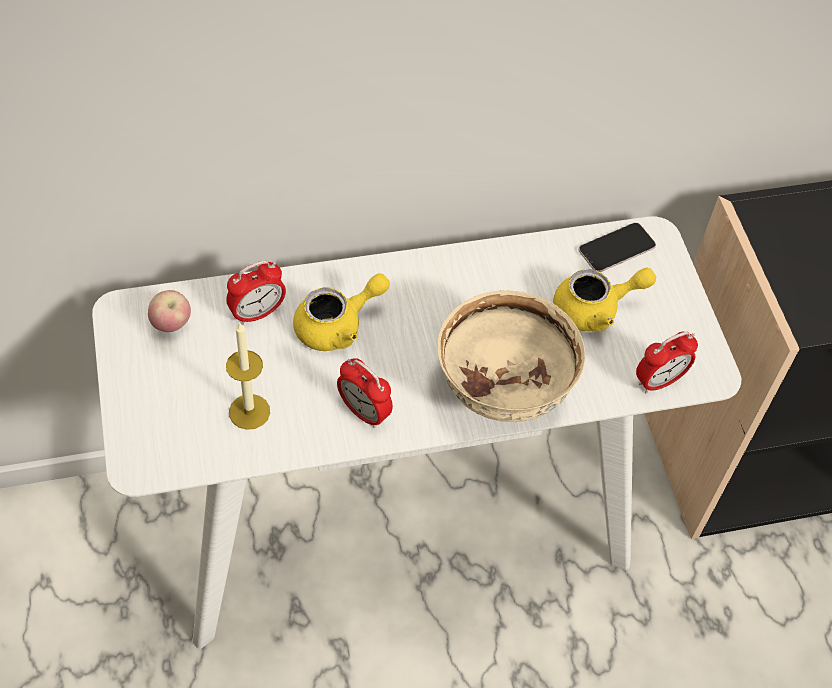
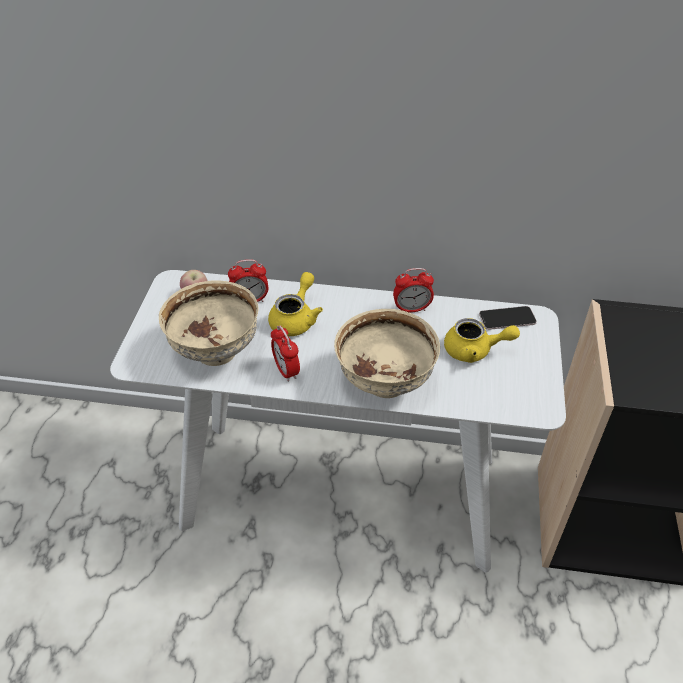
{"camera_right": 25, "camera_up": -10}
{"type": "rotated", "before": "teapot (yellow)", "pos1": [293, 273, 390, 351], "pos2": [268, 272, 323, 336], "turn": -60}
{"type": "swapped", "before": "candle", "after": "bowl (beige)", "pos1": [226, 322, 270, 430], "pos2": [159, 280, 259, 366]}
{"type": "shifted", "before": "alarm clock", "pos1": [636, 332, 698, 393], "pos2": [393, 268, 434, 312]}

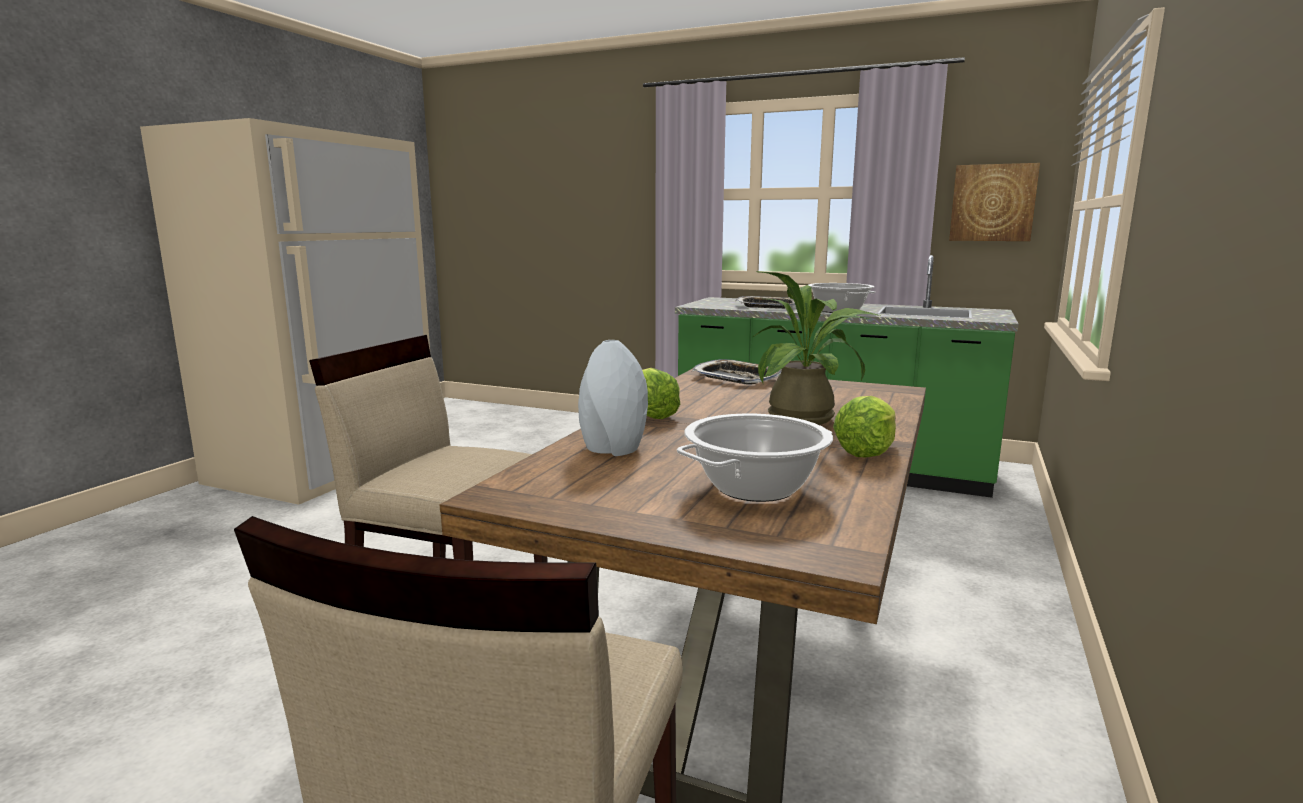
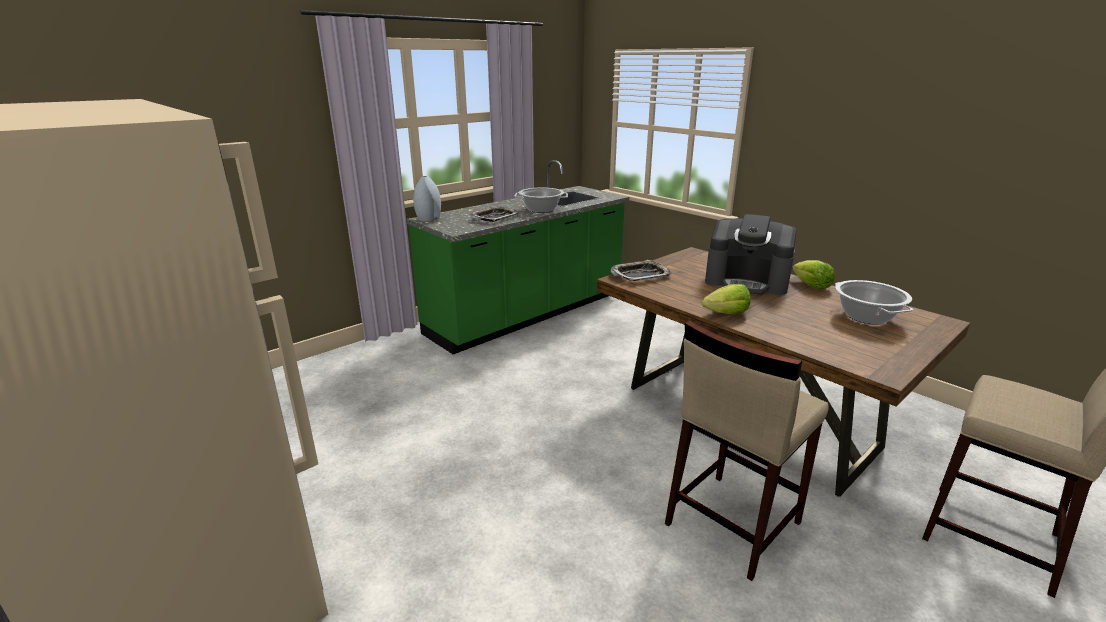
{"camera_right": -65, "camera_up": 10}
{"type": "gone", "before": "picture", "pos1": [949, 163, 1040, 241]}
{"type": "swapped", "before": "potted plant", "after": "coffee machine", "pos1": [753, 271, 880, 425], "pos2": [705, 214, 797, 295]}
{"type": "shifted", "before": "vase (grey)", "pos1": [578, 340, 648, 456], "pos2": [413, 176, 441, 221]}

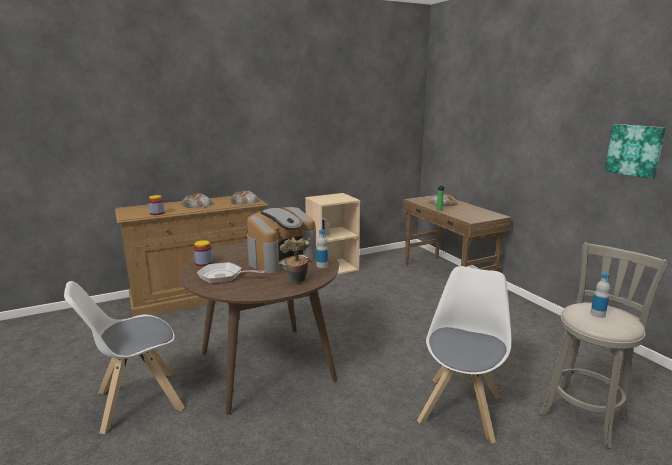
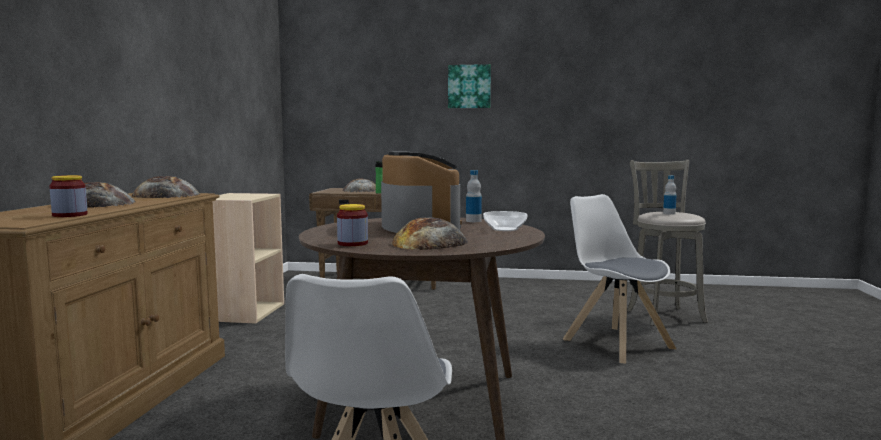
{"camera_right": -55, "camera_up": -10}
{"type": "shifted", "before": "picture", "pos1": [604, 124, 666, 179], "pos2": [448, 64, 491, 108]}
{"type": "swapped", "before": "potted plant", "after": "bowl", "pos1": [280, 237, 310, 283], "pos2": [483, 211, 528, 231]}
{"type": "swapped", "before": "frying pan", "after": "bread", "pos1": [197, 262, 266, 284], "pos2": [391, 217, 468, 250]}

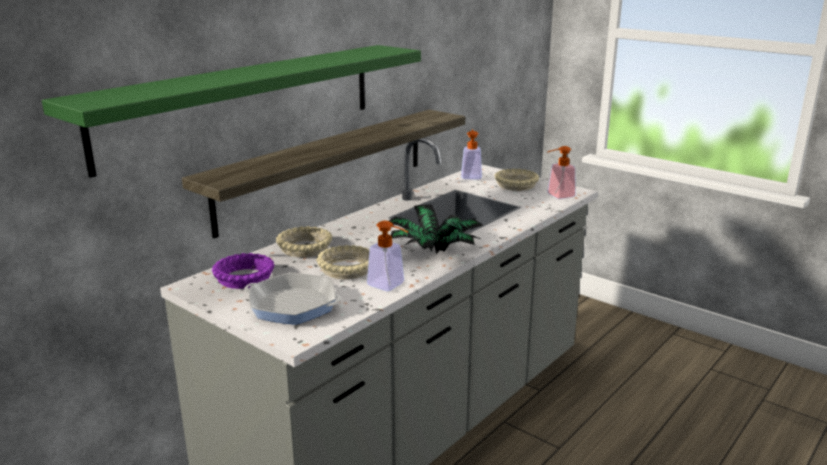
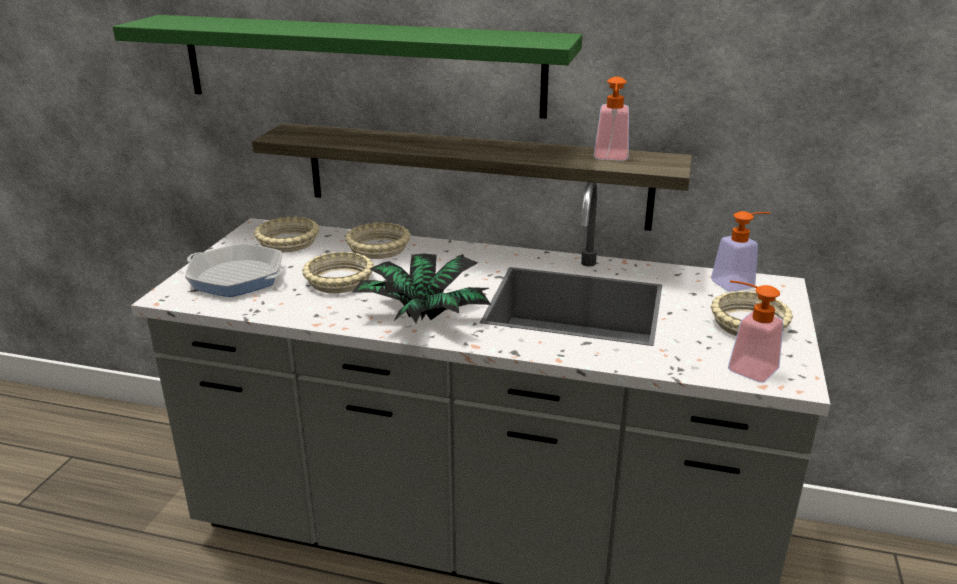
{"camera_right": 65, "camera_up": 5}
{"type": "shifted", "before": "soap dispenser", "pos1": [367, 221, 408, 291], "pos2": [594, 77, 629, 161]}
{"type": "repainted", "before": "bowl (purple)", "after": "bowl (beige)", "pos1": [212, 253, 274, 289], "pos2": [254, 217, 319, 252]}
{"type": "rotated", "before": "frying pan", "pos1": [244, 272, 342, 325], "pos2": [185, 243, 284, 297], "turn": -60}

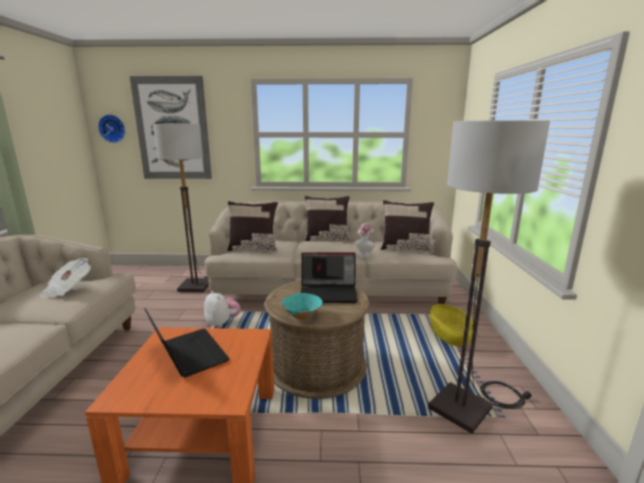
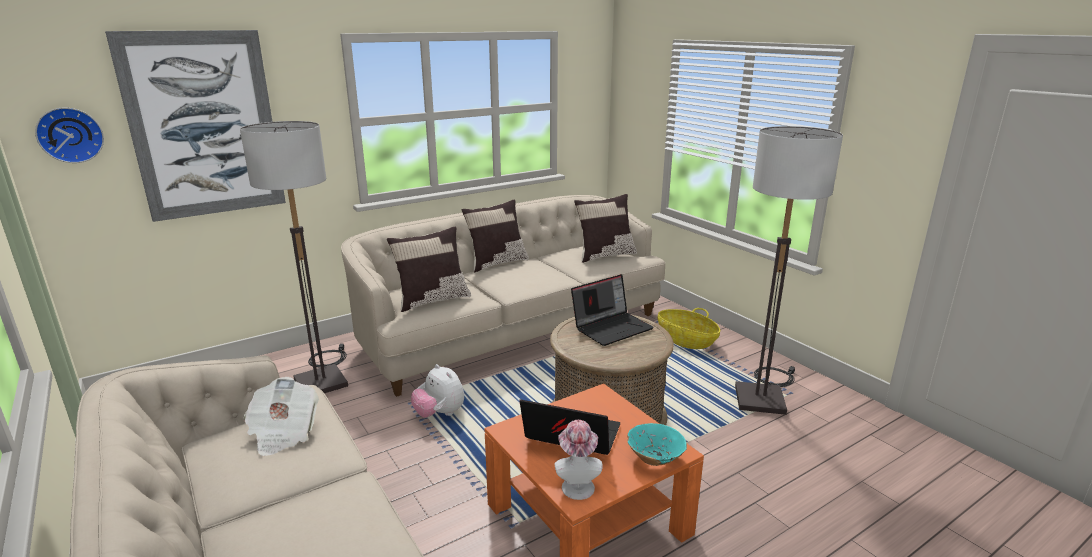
{"camera_right": -35, "camera_up": 5}
{"type": "shifted", "before": "hat", "pos1": [355, 223, 375, 258], "pos2": [555, 420, 603, 500]}
{"type": "rotated", "before": "plush toy", "pos1": [204, 290, 241, 328], "pos2": [411, 364, 464, 418], "turn": -150}
{"type": "shifted", "before": "bowl (turquoise)", "pos1": [282, 293, 323, 320], "pos2": [627, 423, 687, 466]}

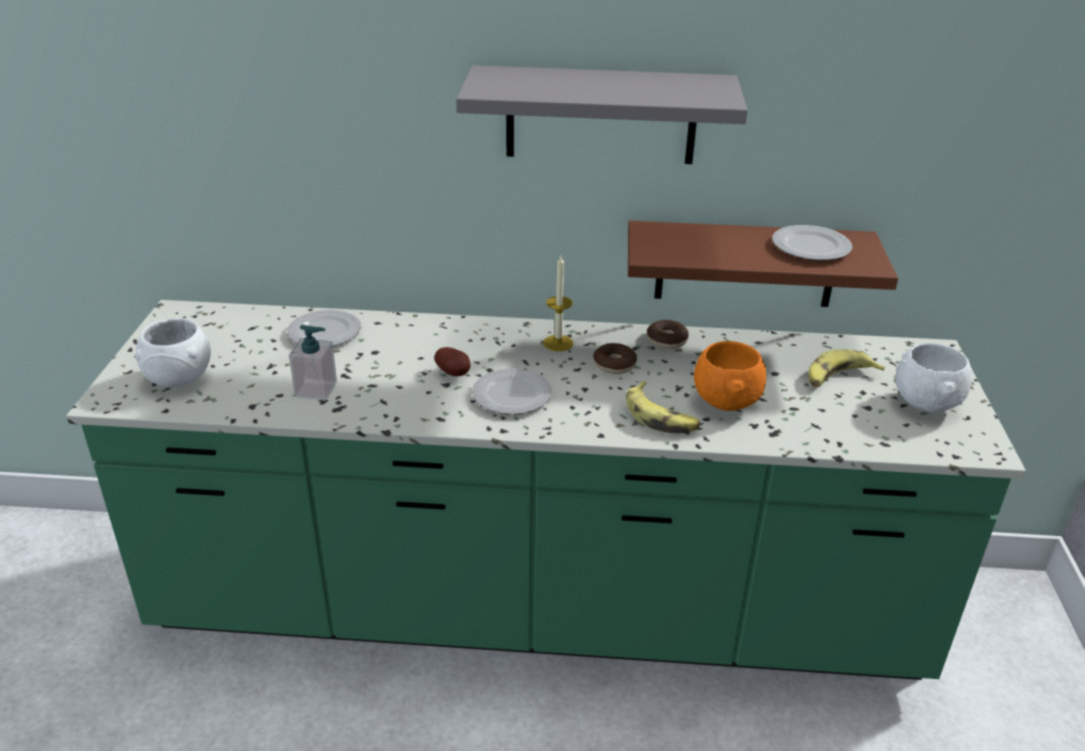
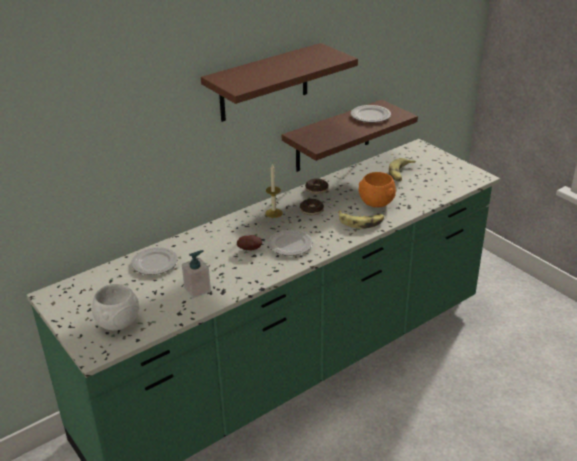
{"camera_right": -40, "camera_up": 0}
{"type": "repainted", "before": "shelf (grey)", "after": "shelf (brown)", "pos1": [456, 65, 748, 164], "pos2": [201, 43, 358, 122]}
{"type": "gone", "before": "bowl (white)", "pos1": [896, 343, 972, 413]}

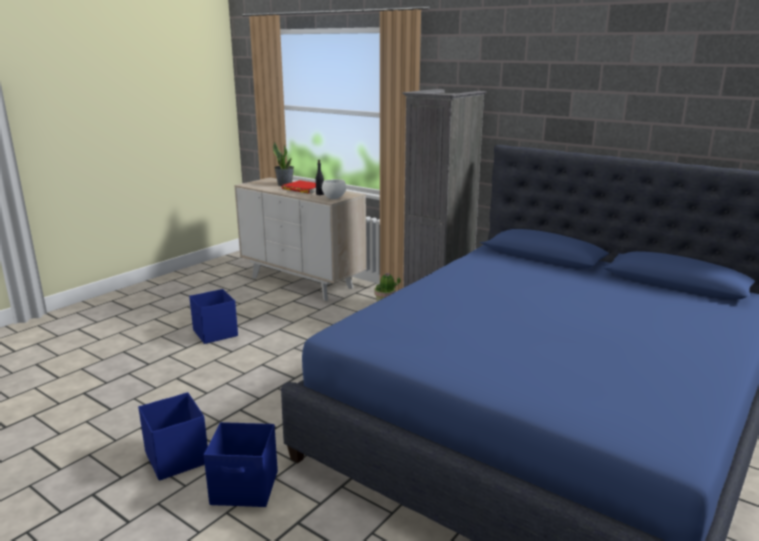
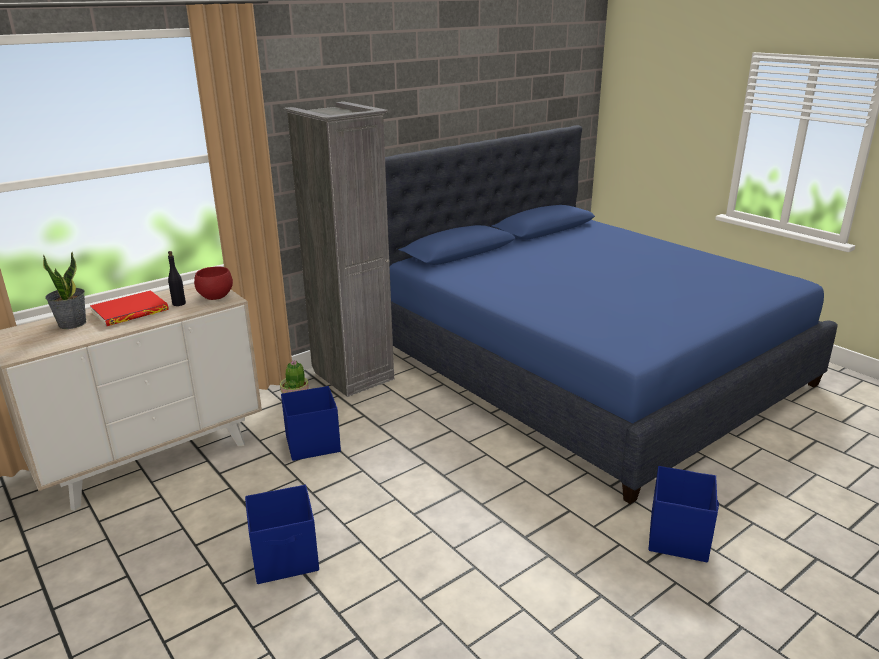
{"camera_right": -75, "camera_up": 5}
{"type": "repainted", "before": "bowl (white)", "after": "bowl (red)", "pos1": [322, 179, 346, 199], "pos2": [194, 267, 233, 300]}
{"type": "shifted", "before": "storage box (blue)", "pos1": [138, 392, 208, 481], "pos2": [281, 386, 341, 461]}

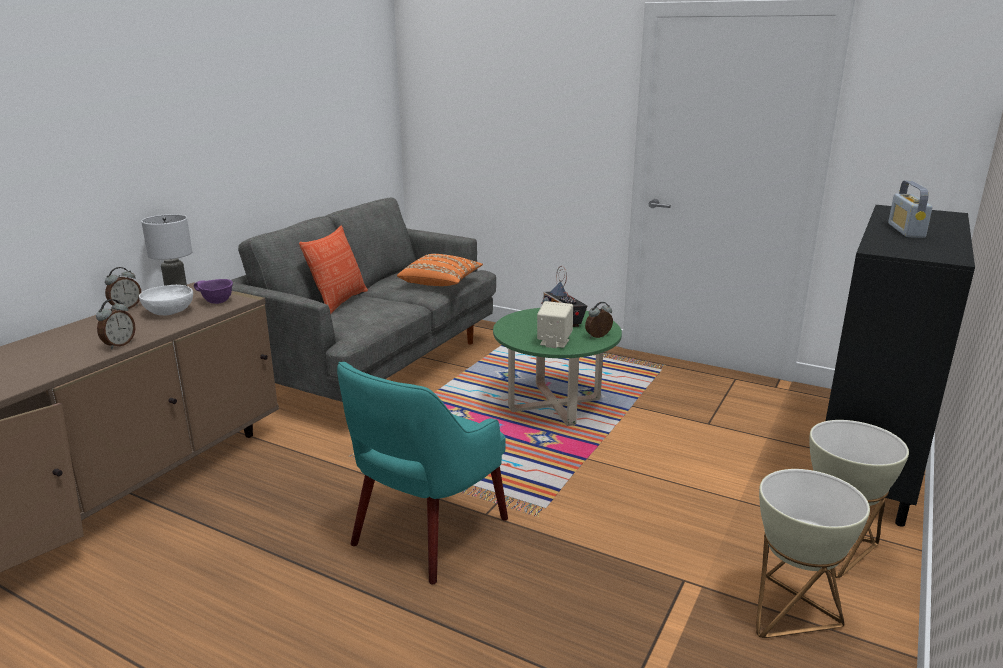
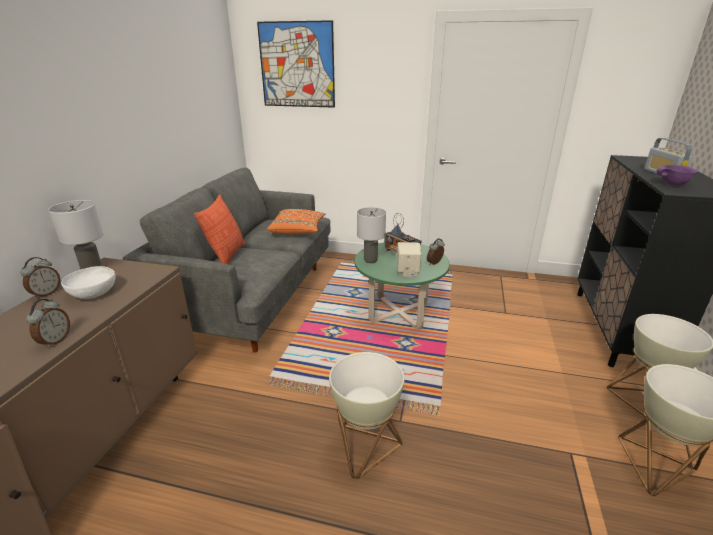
{"camera_right": -15, "camera_up": 5}
{"type": "shifted", "before": "bowl (purple)", "pos1": [194, 279, 233, 304], "pos2": [656, 165, 698, 186]}
{"type": "swapped", "before": "armchair (turquoise)", "after": "planter", "pos1": [337, 362, 508, 584], "pos2": [329, 352, 405, 479]}
{"type": "new", "after": "picture", "pos2": [257, 20, 335, 108]}
{"type": "new", "after": "table lamp (white)", "pos2": [357, 207, 386, 263]}

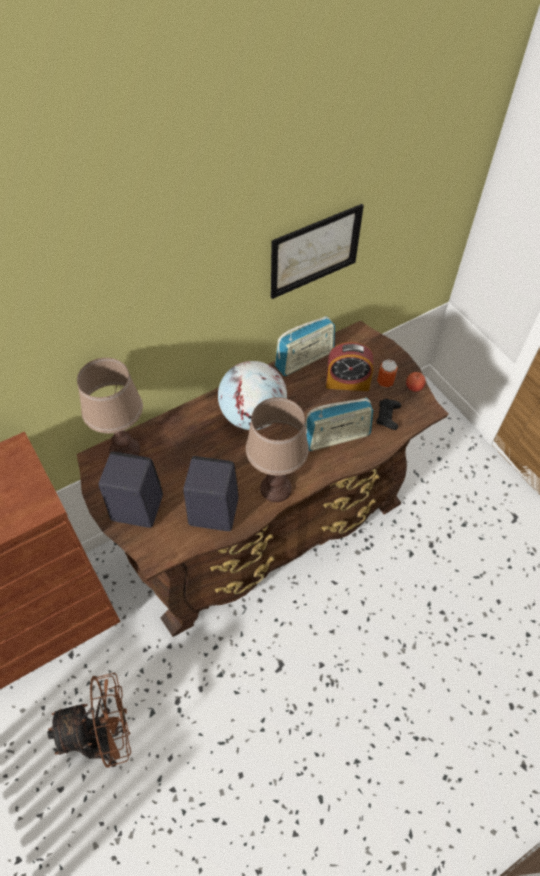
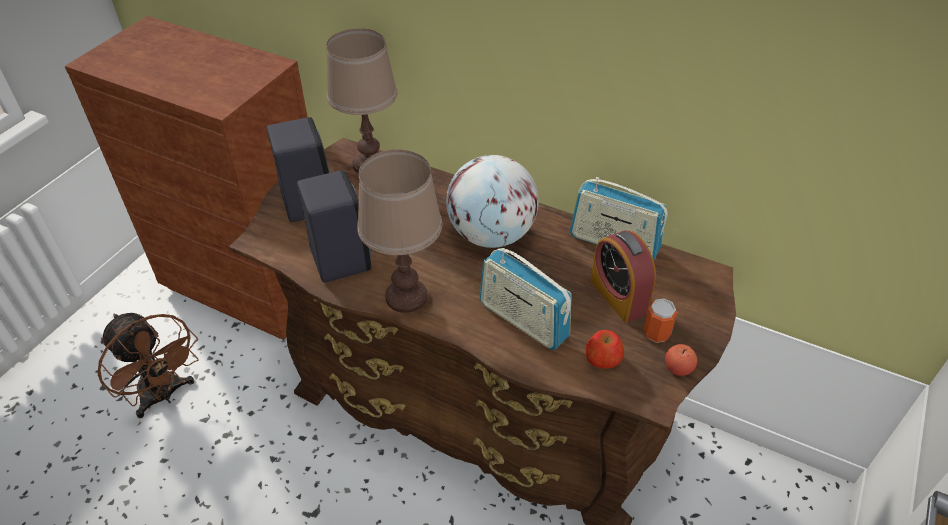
{"camera_right": 60, "camera_up": -10}
{"type": "gone", "before": "picture", "pos1": [271, 204, 364, 299]}
{"type": "swapped", "before": "game controller (black)", "after": "apple", "pos1": [377, 399, 401, 430], "pos2": [586, 330, 624, 369]}

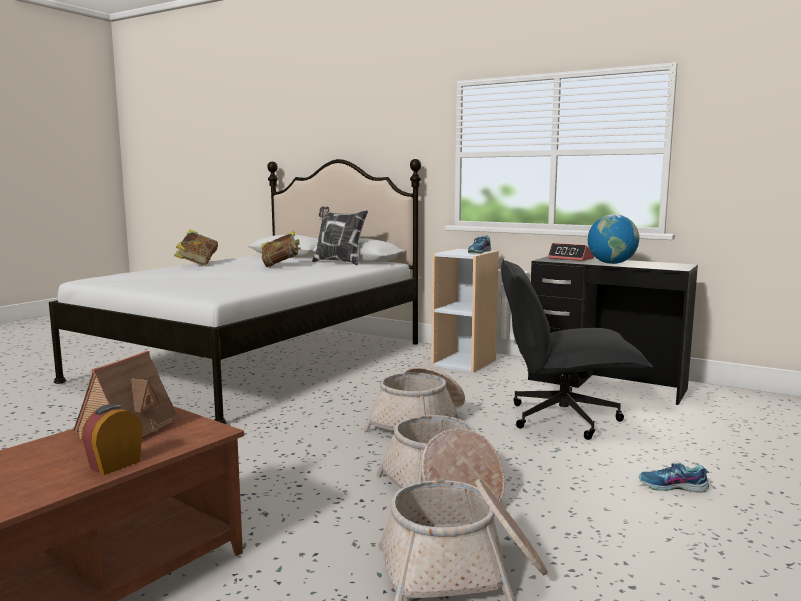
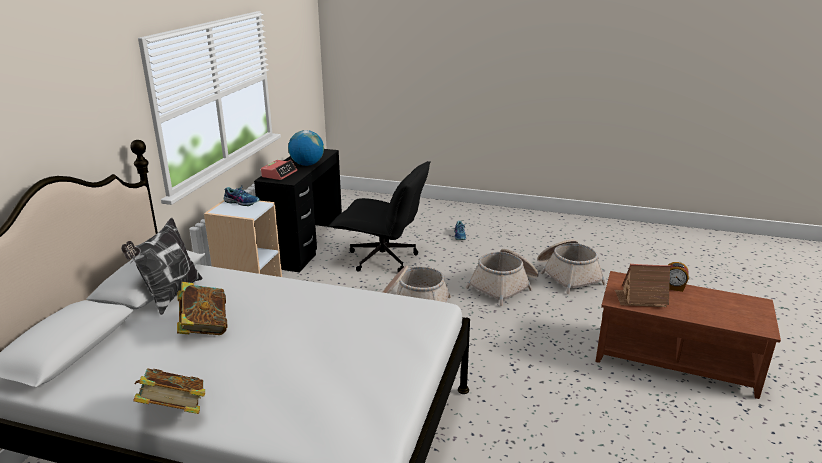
{"camera_right": -105, "camera_up": 15}
{"type": "rotated", "before": "office chair (black)", "pos1": [501, 259, 653, 440], "pos2": [328, 161, 431, 272], "turn": -60}

